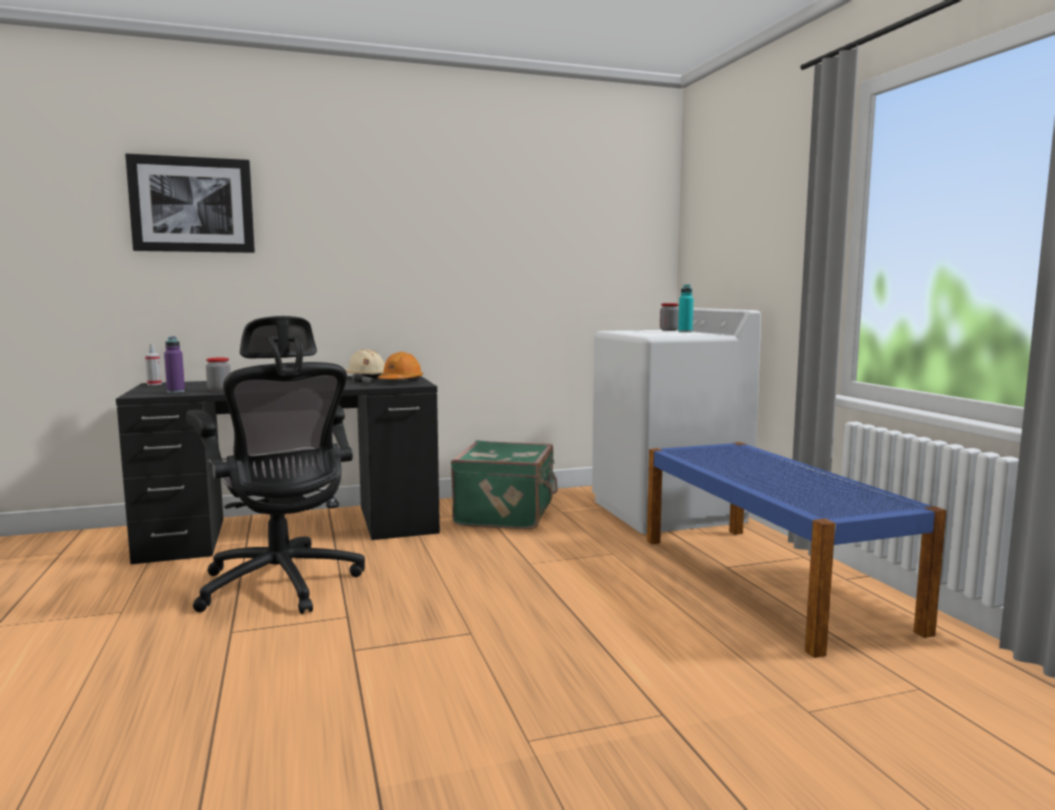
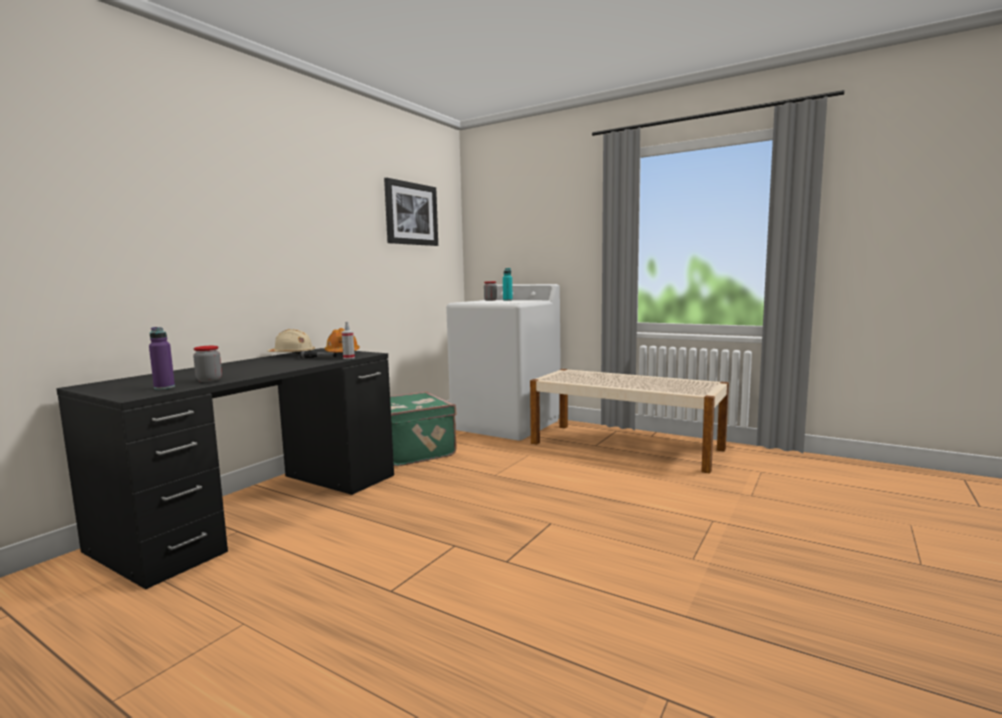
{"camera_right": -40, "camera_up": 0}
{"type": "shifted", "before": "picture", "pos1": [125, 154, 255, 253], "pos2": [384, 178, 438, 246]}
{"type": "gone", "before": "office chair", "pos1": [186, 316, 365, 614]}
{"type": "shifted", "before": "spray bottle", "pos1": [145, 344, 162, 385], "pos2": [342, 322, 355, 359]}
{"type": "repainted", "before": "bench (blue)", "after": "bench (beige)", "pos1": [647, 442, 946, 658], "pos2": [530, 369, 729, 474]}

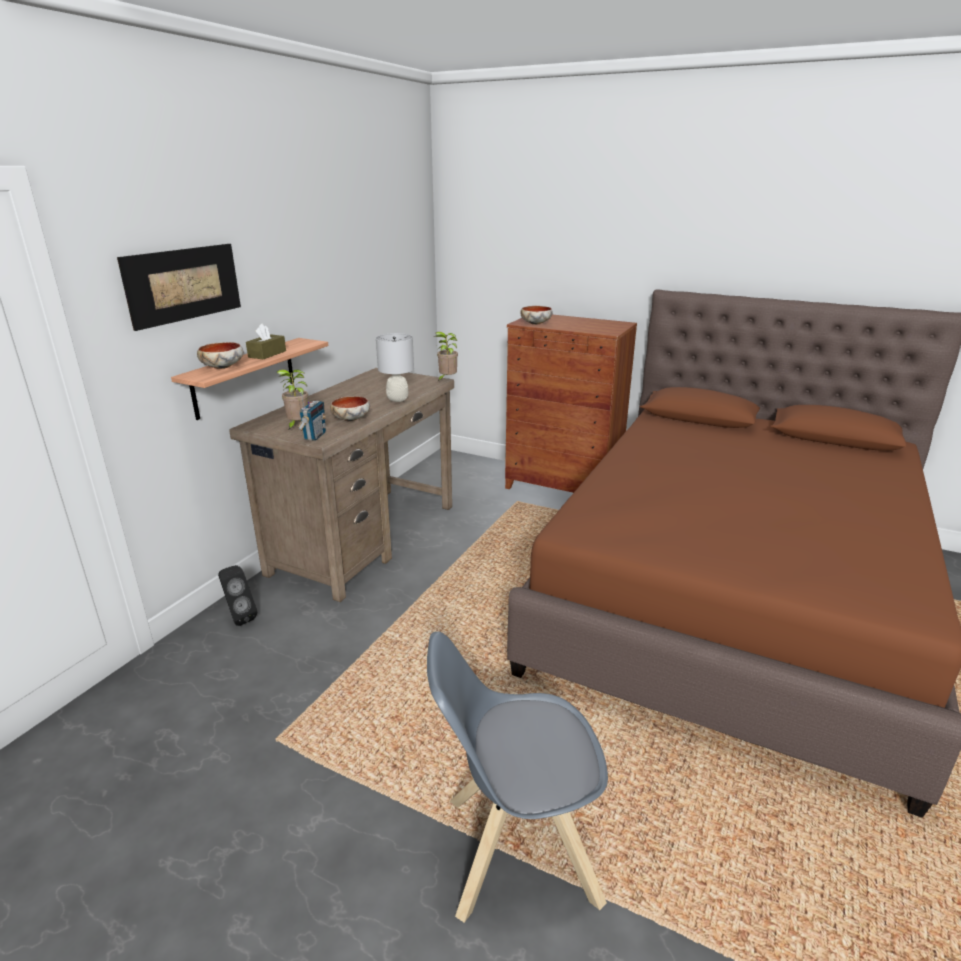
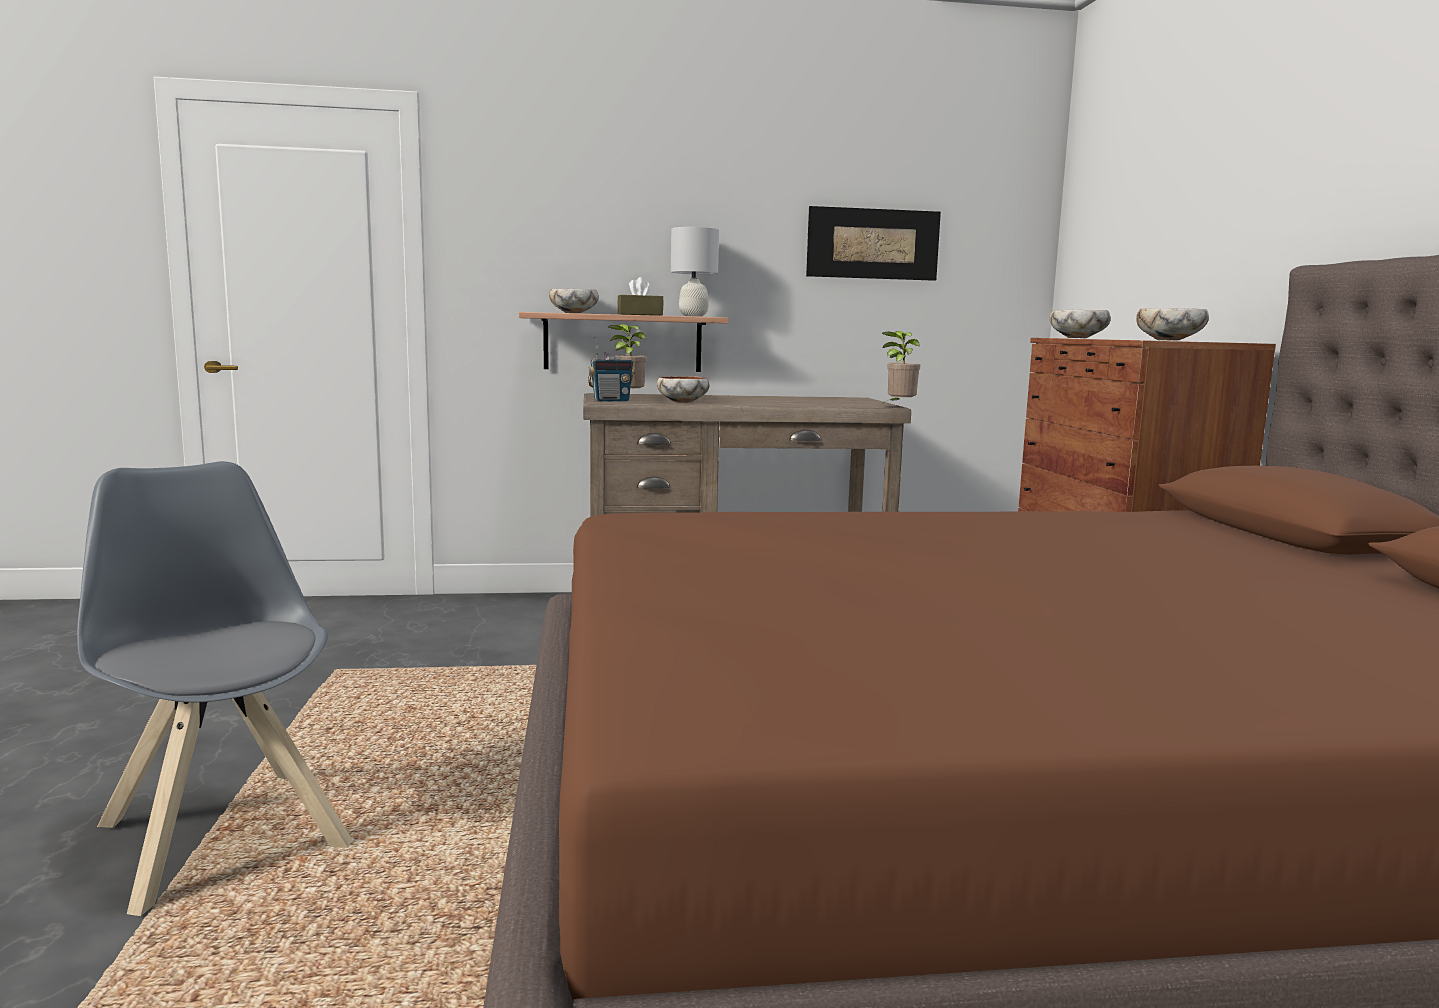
{"camera_right": 55, "camera_up": -15}
{"type": "shifted", "before": "picture", "pos1": [117, 244, 241, 331], "pos2": [806, 206, 941, 281]}
{"type": "shifted", "before": "table lamp (grey)", "pos1": [376, 333, 414, 402], "pos2": [671, 227, 719, 316]}
{"type": "gone", "before": "speaker (black)", "pos1": [218, 565, 257, 626]}
{"type": "new", "after": "bowl", "pos2": [1136, 308, 1209, 340]}

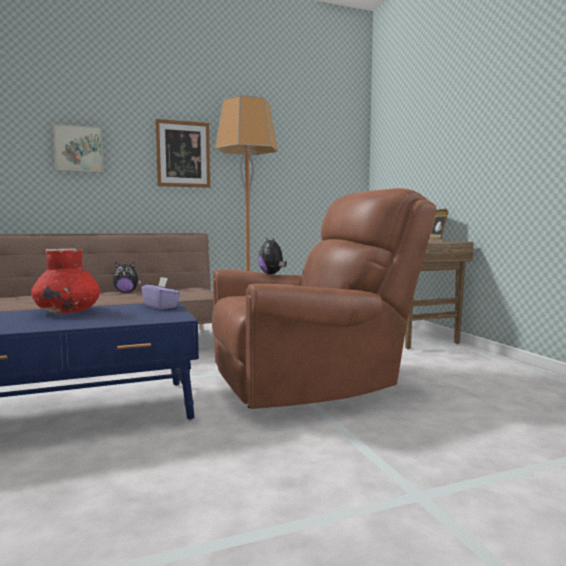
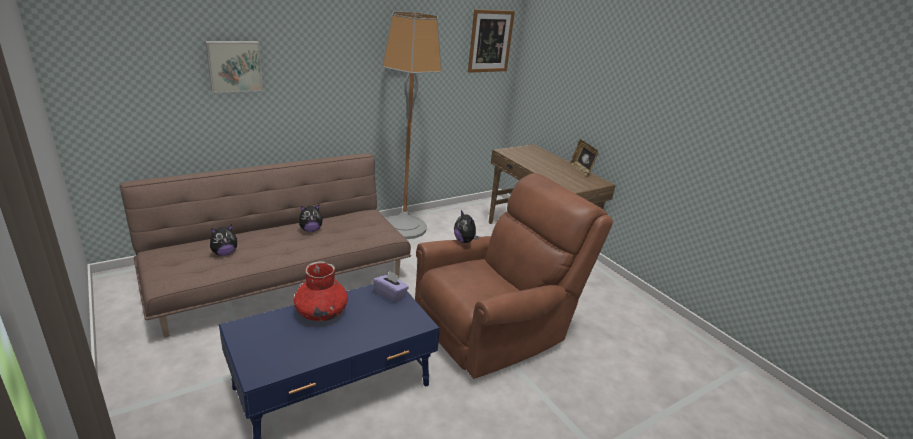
{"camera_right": -15, "camera_up": 20}
{"type": "shifted", "before": "picture", "pos1": [155, 119, 210, 188], "pos2": [468, 9, 515, 73]}
{"type": "new", "after": "plush toy", "pos2": [210, 225, 237, 256]}

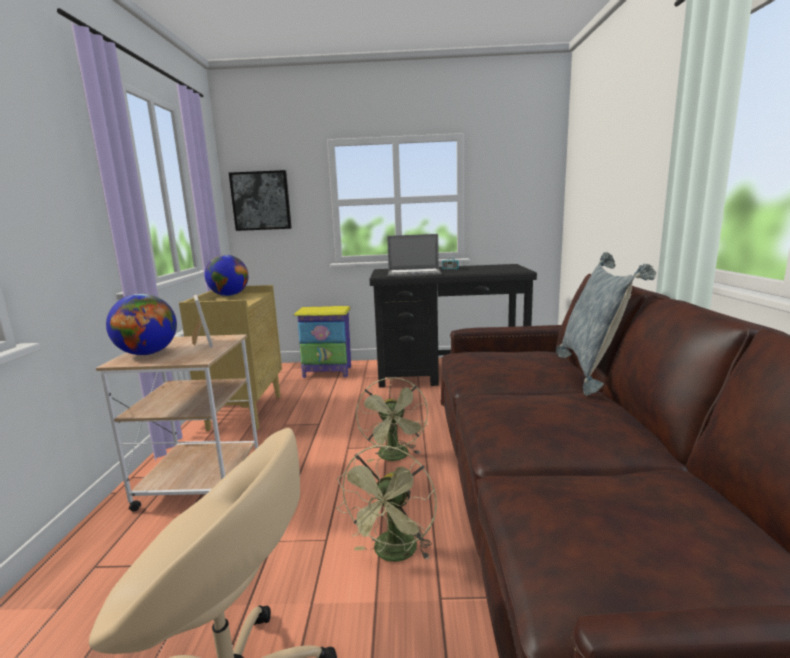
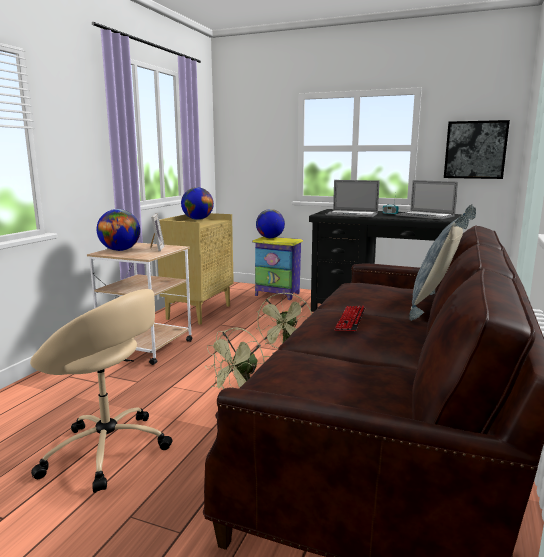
{"camera_right": 20, "camera_up": 0}
{"type": "shifted", "before": "picture", "pos1": [229, 170, 292, 231], "pos2": [444, 120, 510, 179]}
{"type": "new", "after": "laptop", "pos2": [396, 180, 458, 219]}
{"type": "new", "after": "globe", "pos2": [256, 209, 285, 238]}
{"type": "new", "after": "keyboard", "pos2": [334, 306, 365, 331]}

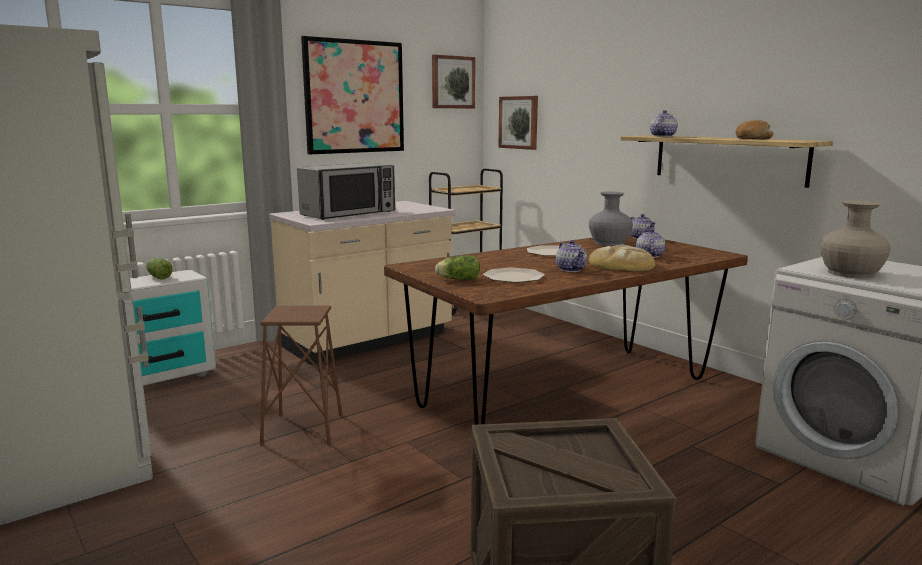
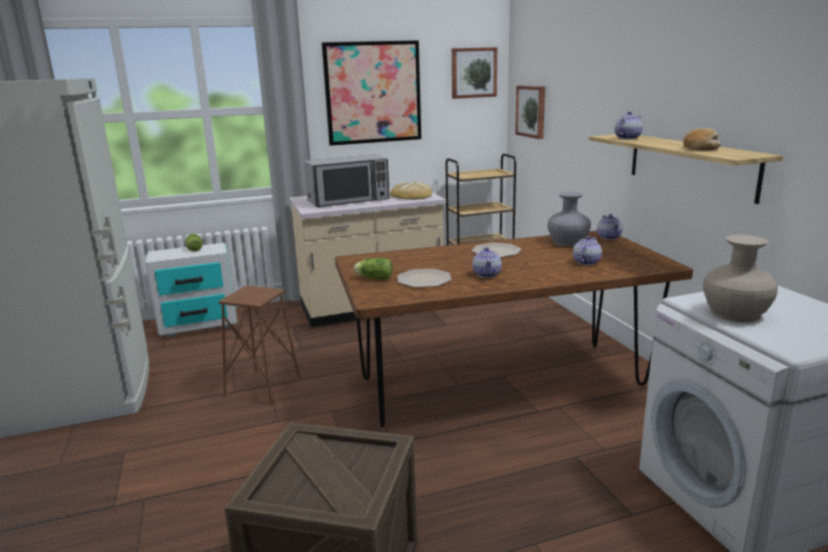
{"camera_right": 20, "camera_up": 5}
{"type": "shifted", "before": "bread", "pos1": [589, 245, 655, 271], "pos2": [390, 182, 432, 200]}

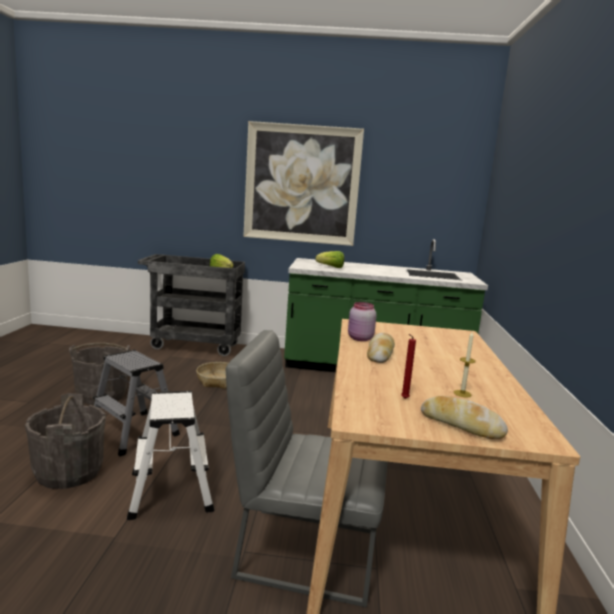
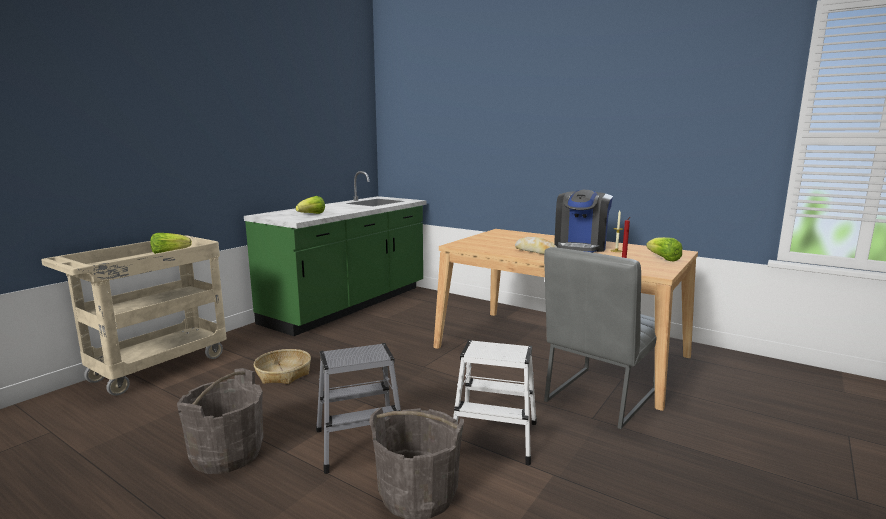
{"camera_right": -60, "camera_up": 0}
{"type": "gone", "before": "picture", "pos1": [243, 121, 364, 246]}
{"type": "repainted", "before": "cart (black)", "after": "cart (beige)", "pos1": [138, 254, 245, 356], "pos2": [41, 235, 227, 396]}
{"type": "gone", "before": "jar (pink)", "pos1": [348, 302, 377, 341]}
{"type": "swapped", "before": "bread", "after": "lettuce", "pos1": [421, 396, 508, 439], "pos2": [646, 237, 683, 261]}
{"type": "new", "after": "coffee machine", "pos2": [554, 190, 613, 252]}

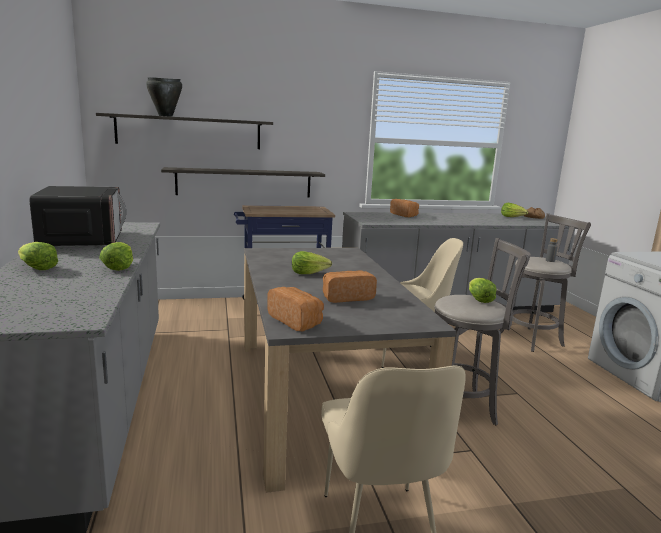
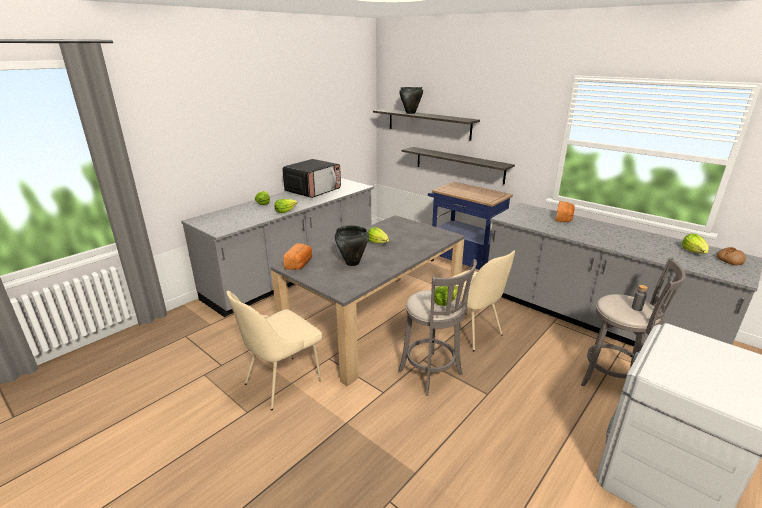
{"camera_right": 55, "camera_up": 10}
{"type": "swapped", "before": "bread", "after": "cooking pot (black)", "pos1": [323, 271, 377, 303], "pos2": [335, 226, 369, 266]}

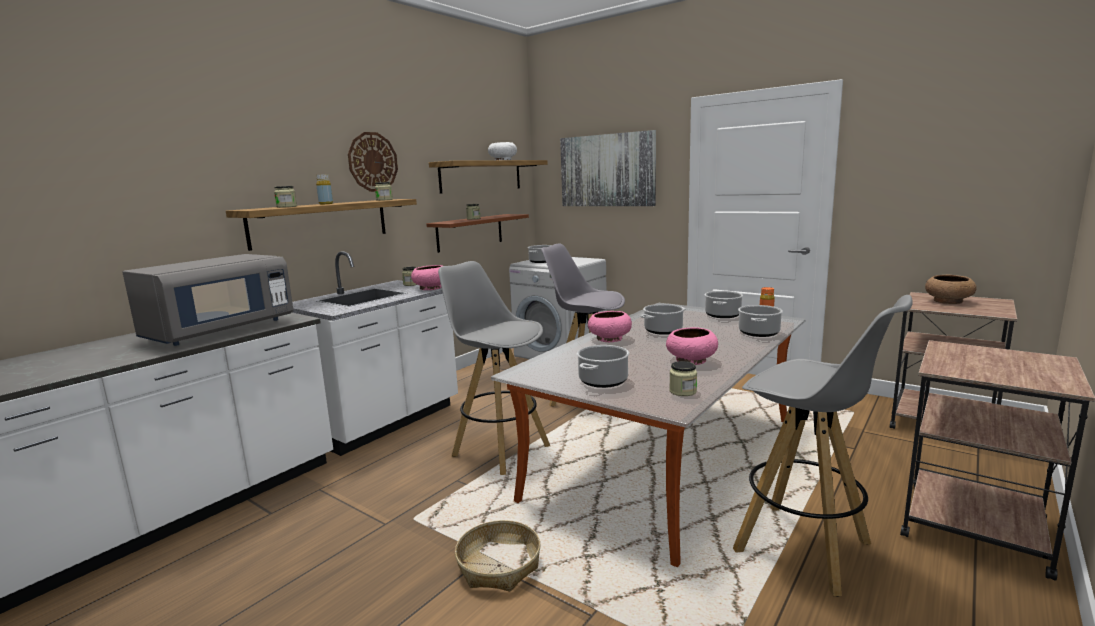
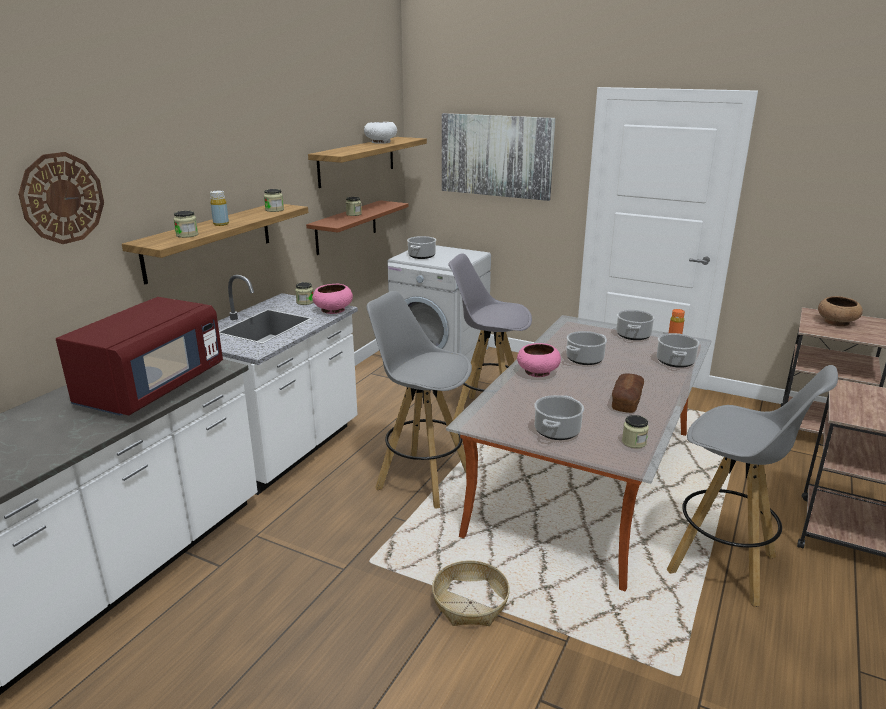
{"camera_right": -10, "camera_up": 10}
{"type": "shifted", "before": "wall clock", "pos1": [348, 132, 398, 192], "pos2": [18, 152, 104, 244]}
{"type": "repainted", "before": "microwave (grey)", "after": "microwave (red)", "pos1": [123, 254, 293, 346], "pos2": [56, 297, 223, 416]}
{"type": "swapped", "before": "bowl (pink)", "after": "bread", "pos1": [666, 327, 718, 365], "pos2": [612, 373, 644, 413]}

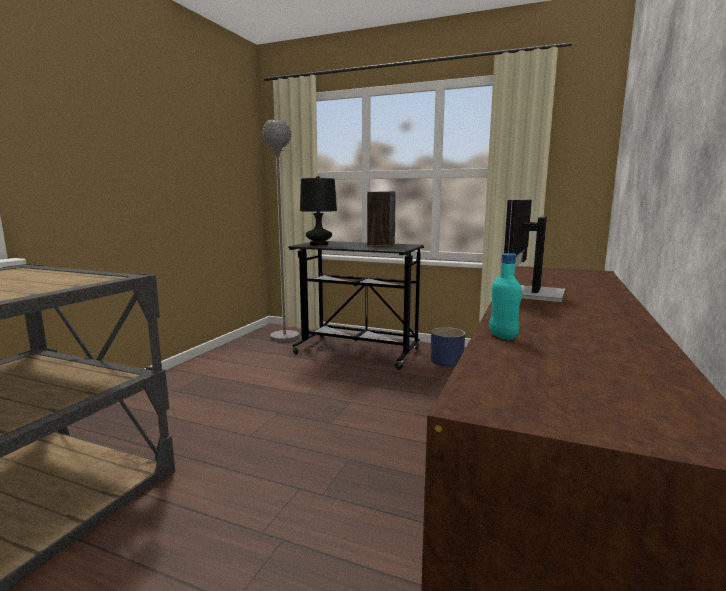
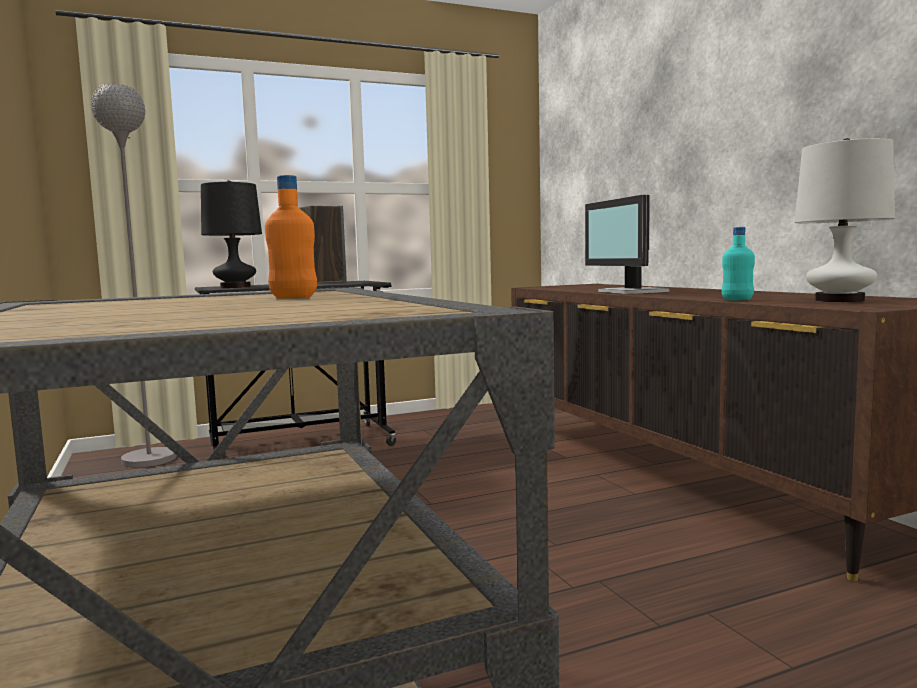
{"camera_right": -45, "camera_up": -5}
{"type": "gone", "before": "planter (blue)", "pos1": [431, 327, 465, 366]}
{"type": "new", "after": "table lamp (white)", "pos2": [795, 138, 895, 302]}
{"type": "new", "after": "bottle (orange)", "pos2": [265, 175, 317, 298]}

